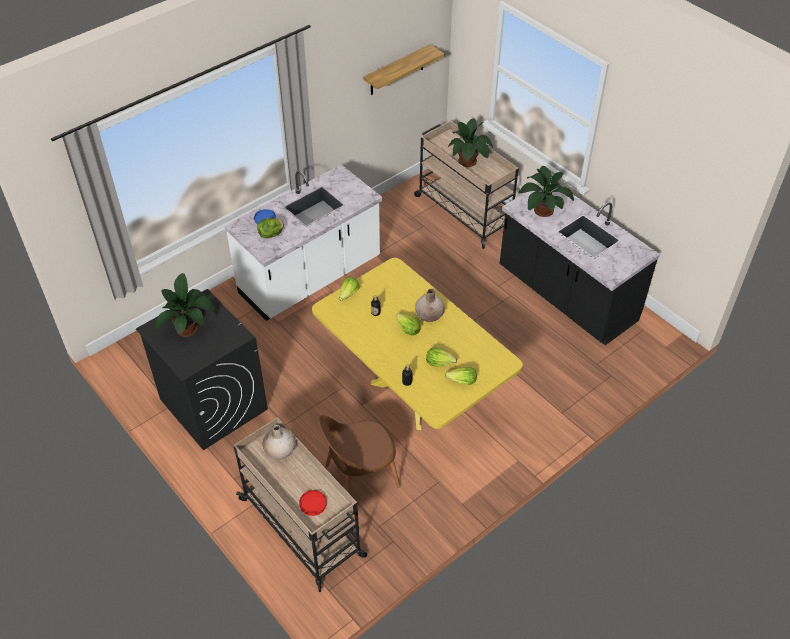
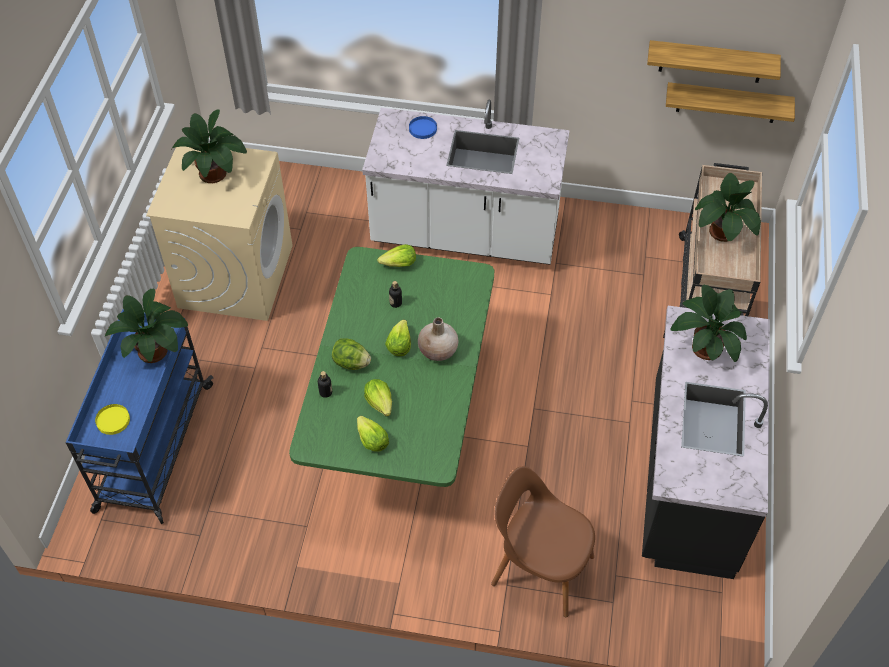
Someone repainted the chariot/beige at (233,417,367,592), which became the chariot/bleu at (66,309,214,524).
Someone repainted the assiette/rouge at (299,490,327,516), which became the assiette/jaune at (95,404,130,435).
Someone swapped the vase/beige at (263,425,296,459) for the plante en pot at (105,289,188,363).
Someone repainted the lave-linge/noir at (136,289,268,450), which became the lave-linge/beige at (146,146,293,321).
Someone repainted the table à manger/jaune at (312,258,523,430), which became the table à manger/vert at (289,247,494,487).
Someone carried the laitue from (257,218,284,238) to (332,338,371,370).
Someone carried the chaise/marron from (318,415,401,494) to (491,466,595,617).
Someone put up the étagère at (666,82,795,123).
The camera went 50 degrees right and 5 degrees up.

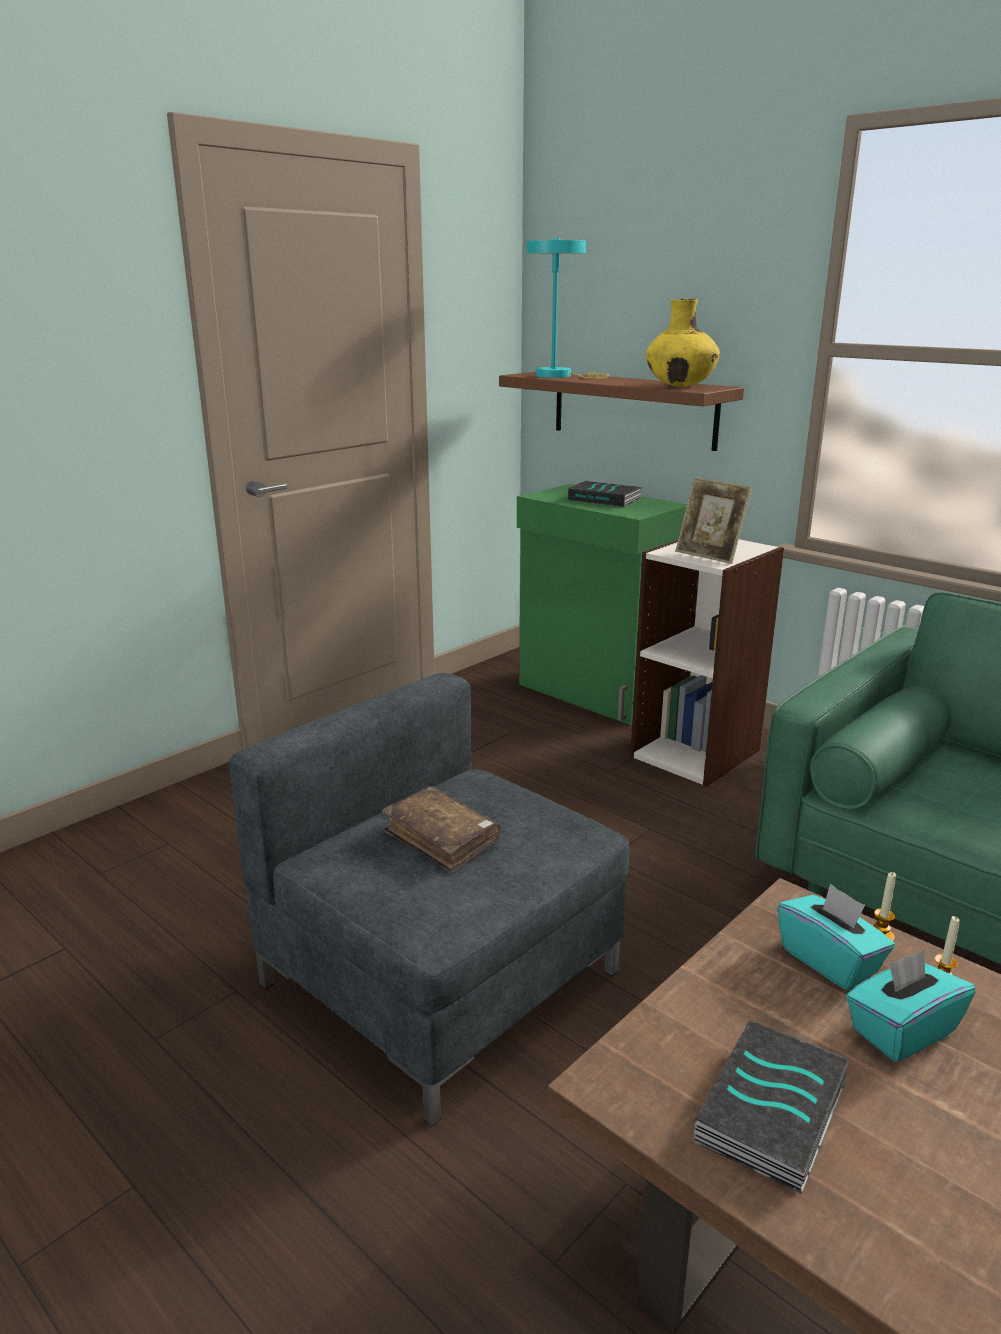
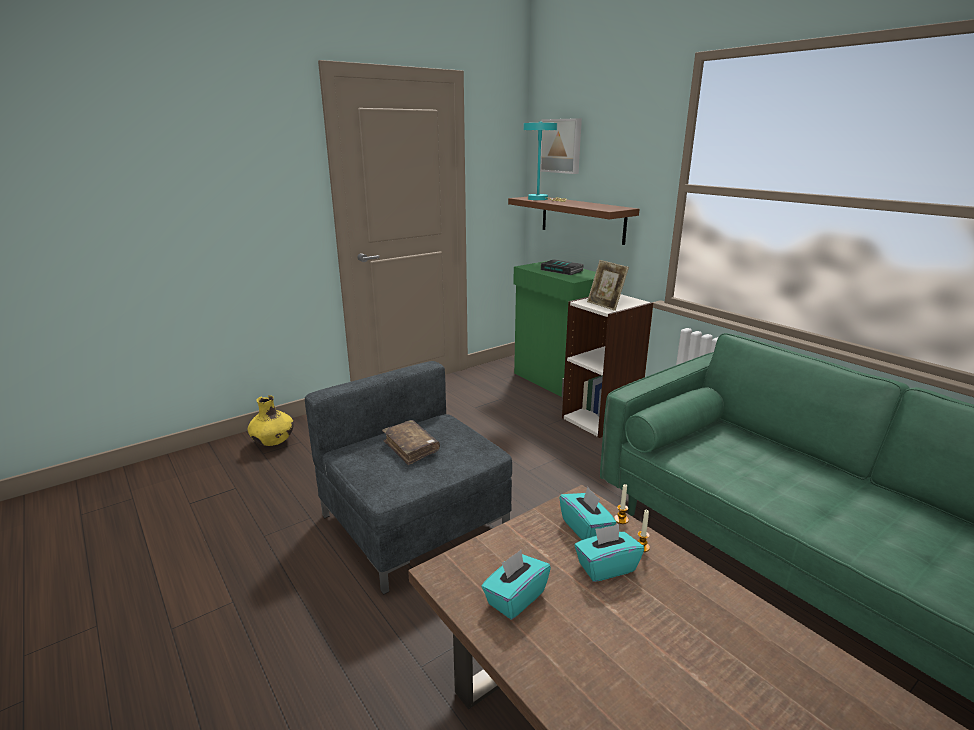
Someone carried the vase/jaune from (646,299,720,387) to (248,395,294,446).
Someone swapped the livre at (694,1021,850,1194) for the boîte à mouchoirs/turquoise at (481,550,551,619).
Someone put up the tableau at (540,118,582,174).
The camera went 10 degrees right and 0 degrees up.

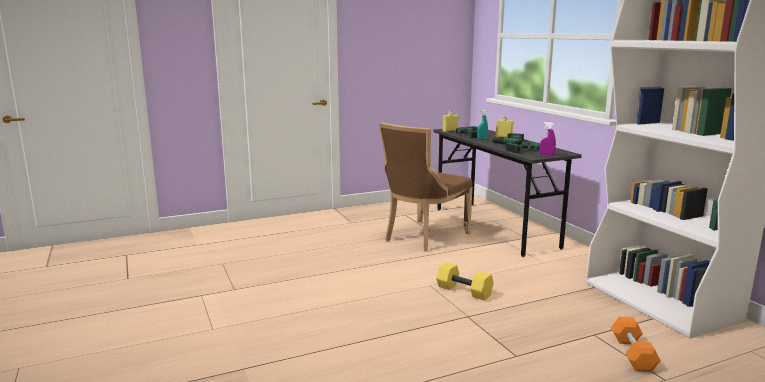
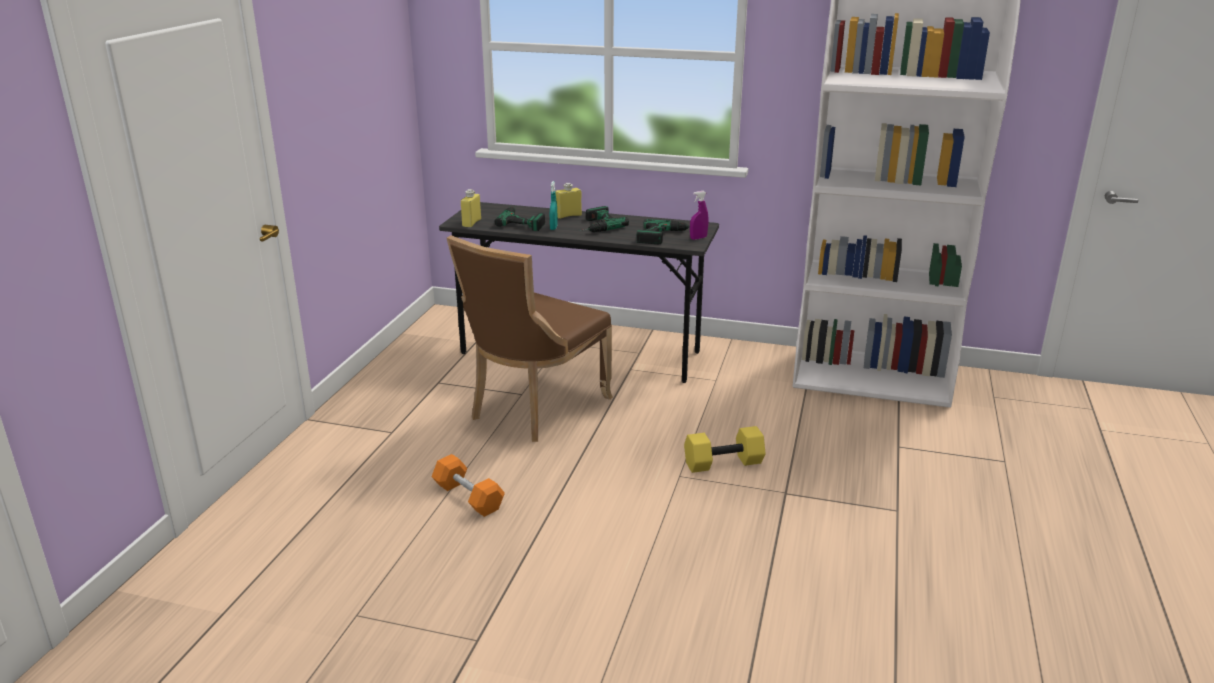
Someone carried the haltère/orange from (611,317,661,372) to (431,454,505,517).
Someone rotated the chaise/marron at (378,122,472,252) by 45 degrees clockwise.
The camera went 50 degrees left and 10 degrees up.

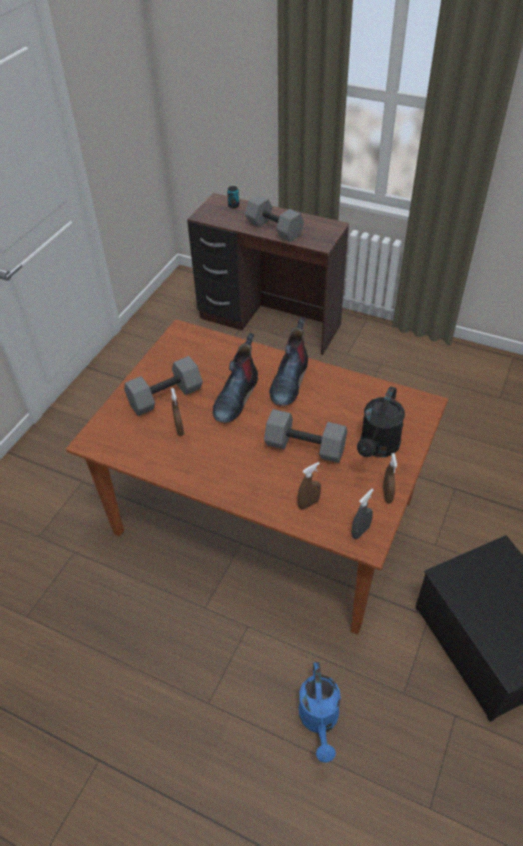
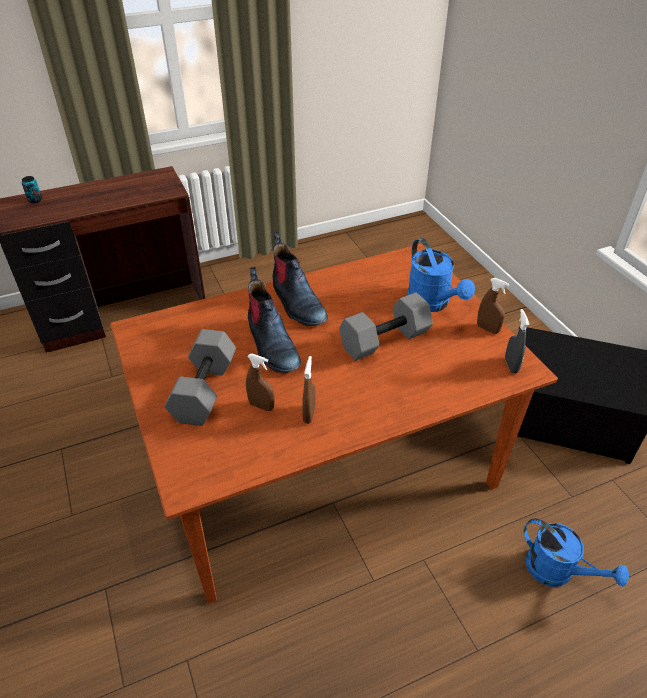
Someone carried the vaporisateur/marron from (297,462,321,510) to (302,356,315,424).
Someone repainted the arrosoir/noir at (357,386,405,457), which became the arrosoir/bleu at (407,238,475,312).
Someone took away the haltère/gris at (245,195,304,242).
The camera went 50 degrees left and 5 degrees down.

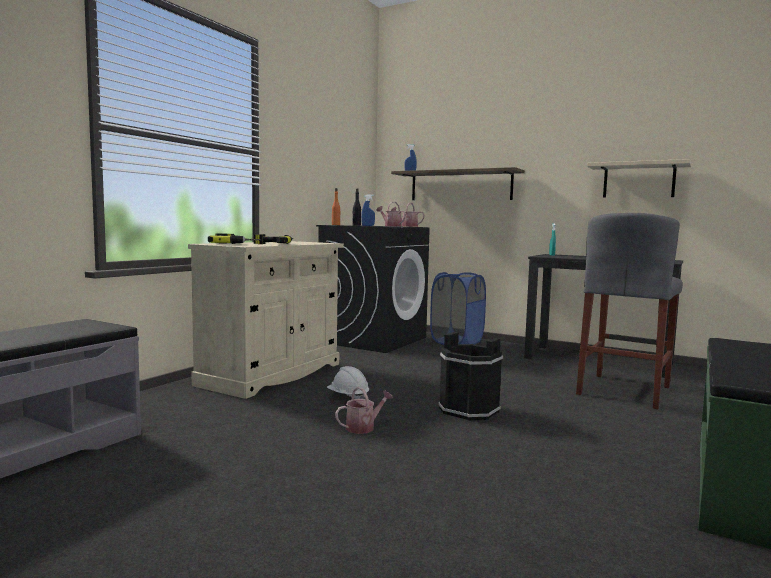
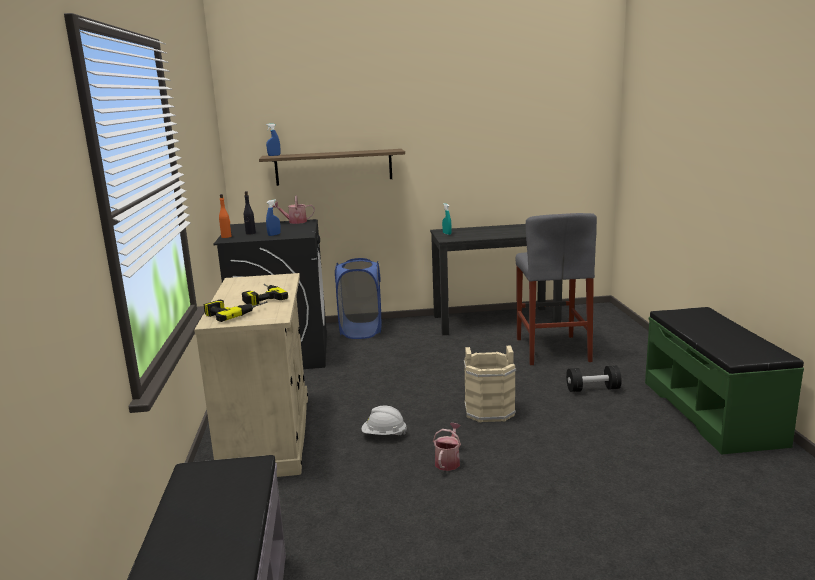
Someone repainted the seau/noir at (438,332,503,421), which became the seau/beige at (464,346,516,423).
Someone put down the haltère/noir at (566,366,622,392).
Someone took away the arrosoir at (376,202,406,227).
Someone took away the étagère/beige at (587,159,691,197).
The camera went 35 degrees left and 10 degrees up.

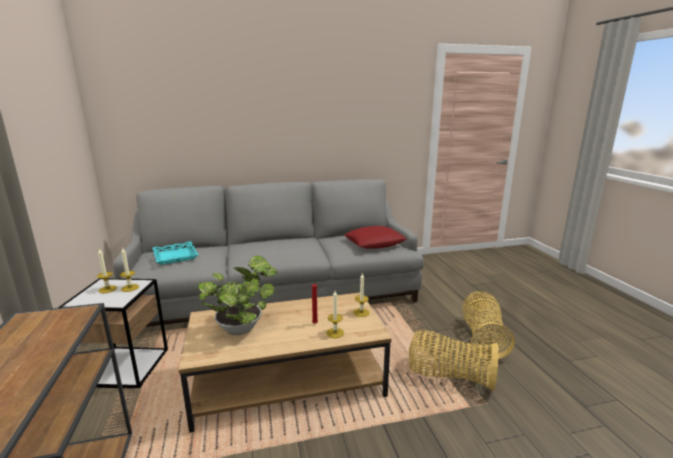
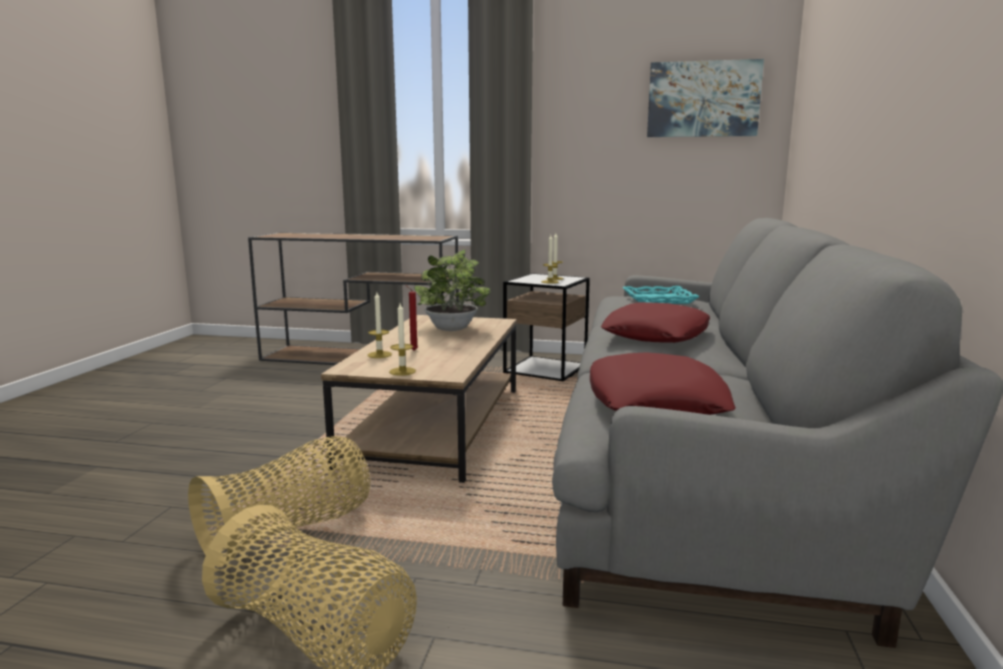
Someone put down the coussin/rouge at (601,302,710,343).
Someone put up the tableau at (647,59,764,137).
The camera went 115 degrees right and 5 degrees down.

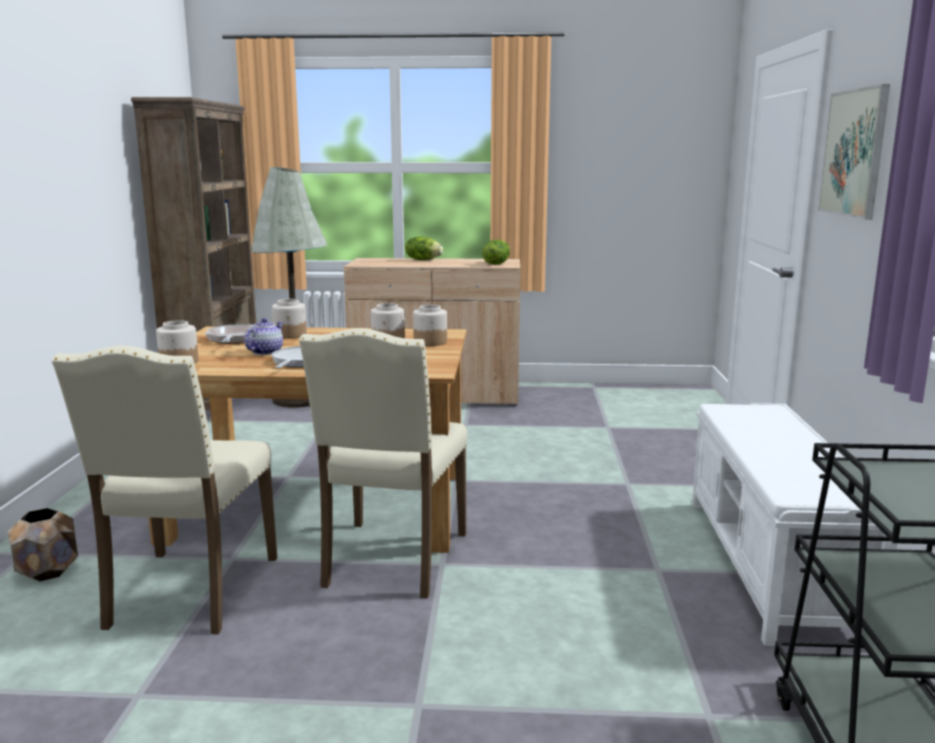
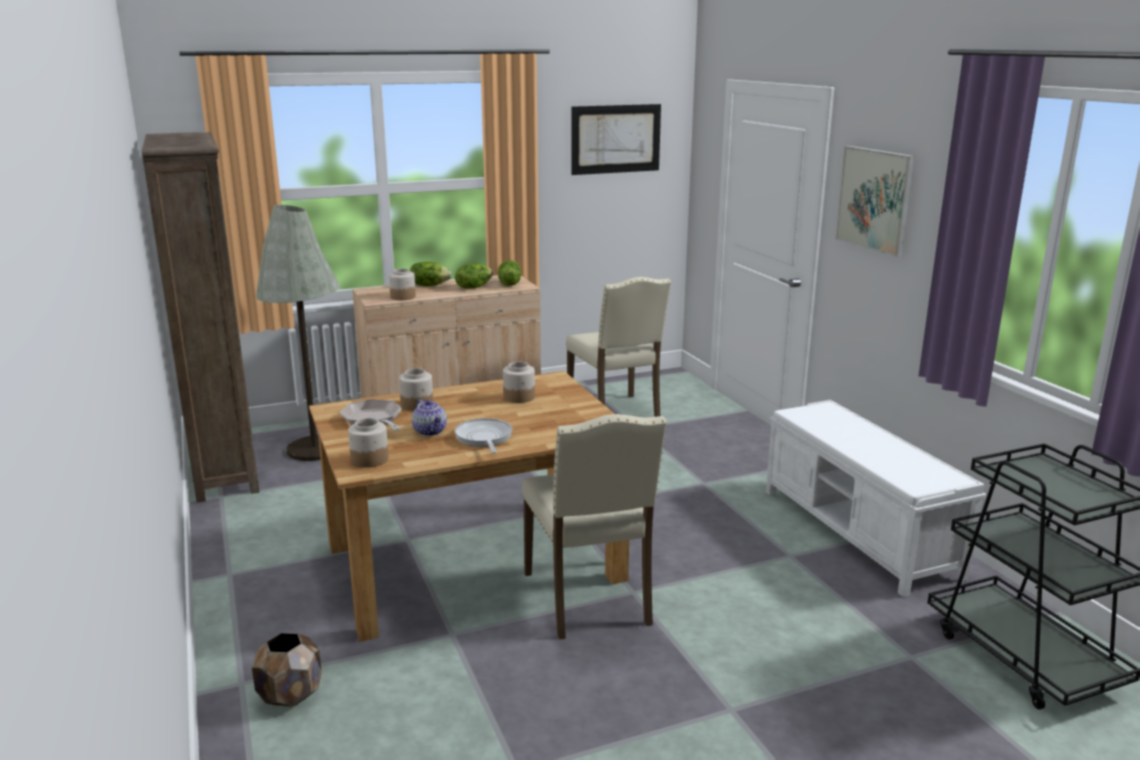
Someone carried the bocal from (413,304,447,346) to (389,269,416,300).
Someone rotated the théière at (244,318,283,355) by 150 degrees clockwise.
Someone put down the laitue at (455,263,493,289).
Someone carried the chaise/beige from (52,346,277,635) to (566,277,671,417).
Someone put up the tableau at (571,104,661,175).
The camera went 25 degrees left and 5 degrees up.

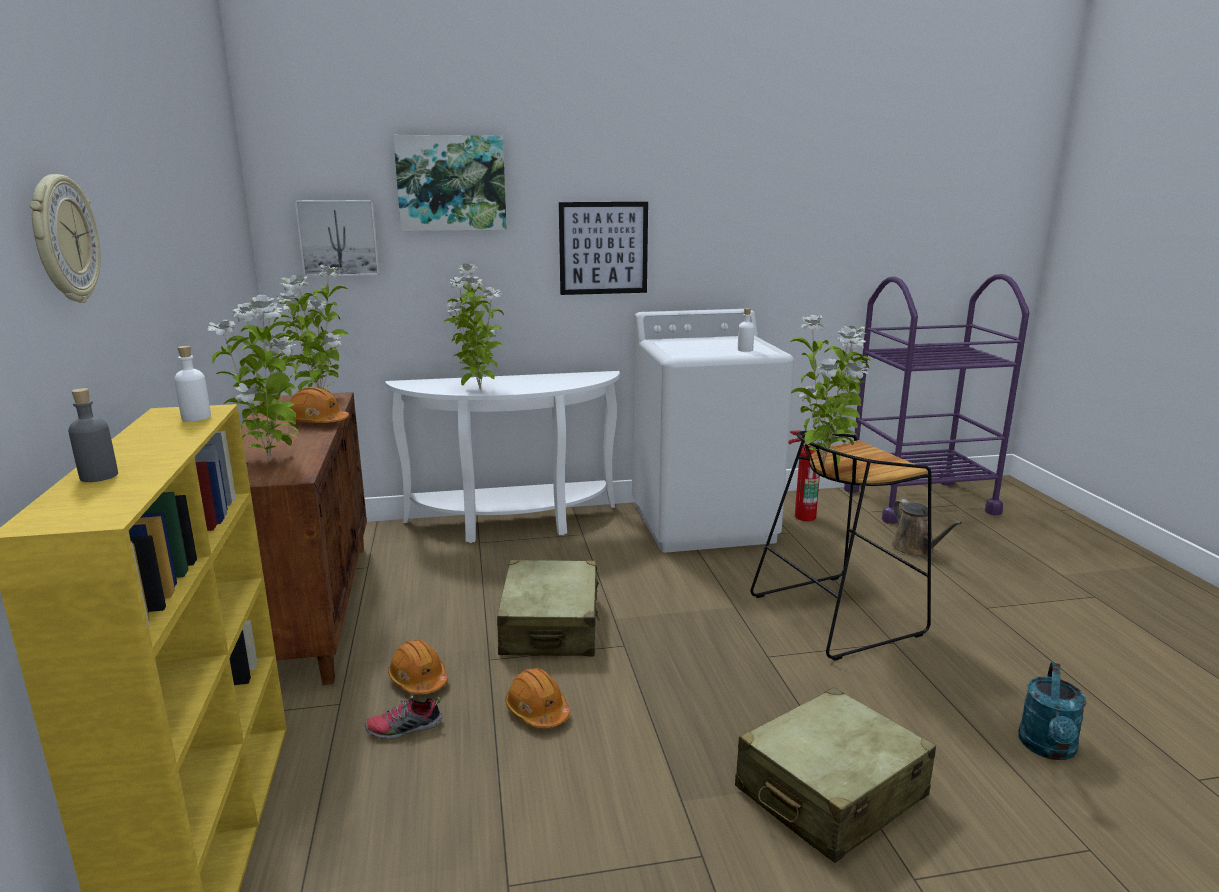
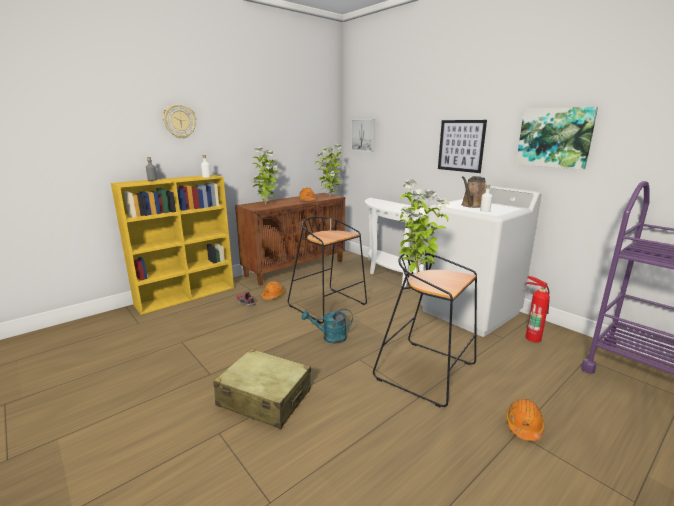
Someone swapped the valise/beige at (497,560,600,656) for the tabouret/noir at (288,217,367,324).
Someone carried the arrosoir/turquoise from (1018,662,1087,760) to (301,309,353,344).
Someone carried the arrosoir/marron from (891,499,962,557) to (461,176,486,208).
Someone carried the casque de chantier/orange from (505,668,570,728) to (506,399,545,441).
Someone carried the tableau from (393,135,507,231) to (516,107,598,170).
Someone took away the plante en pot at (444,264,504,390).
The camera went 60 degrees right and 0 degrees up.

